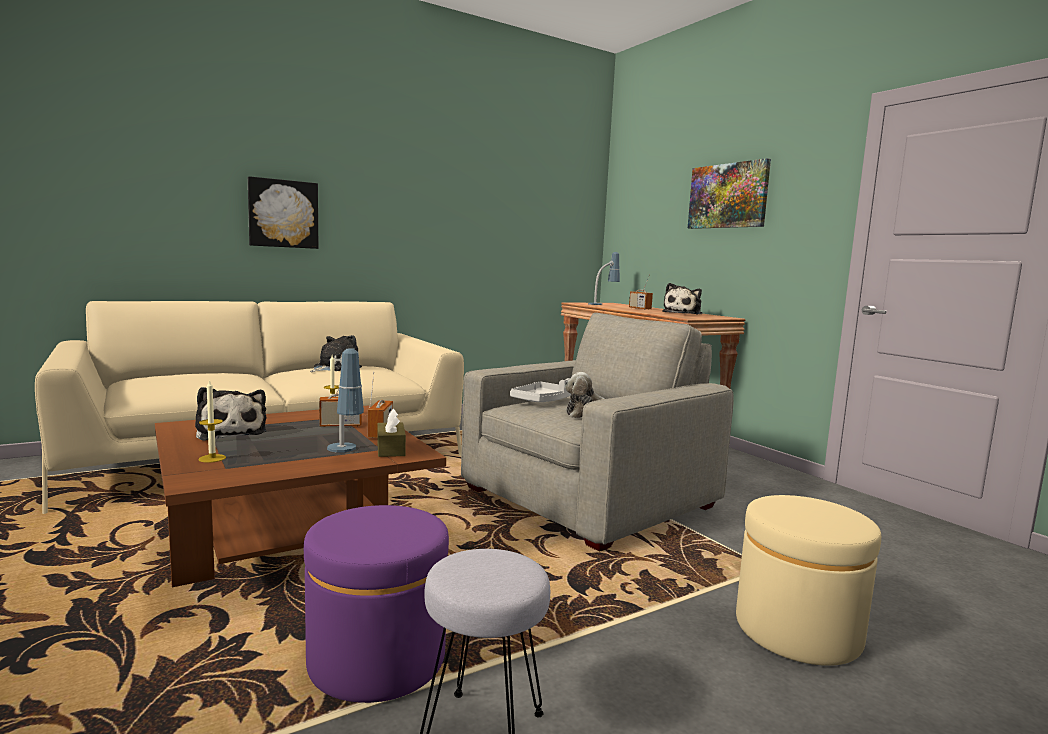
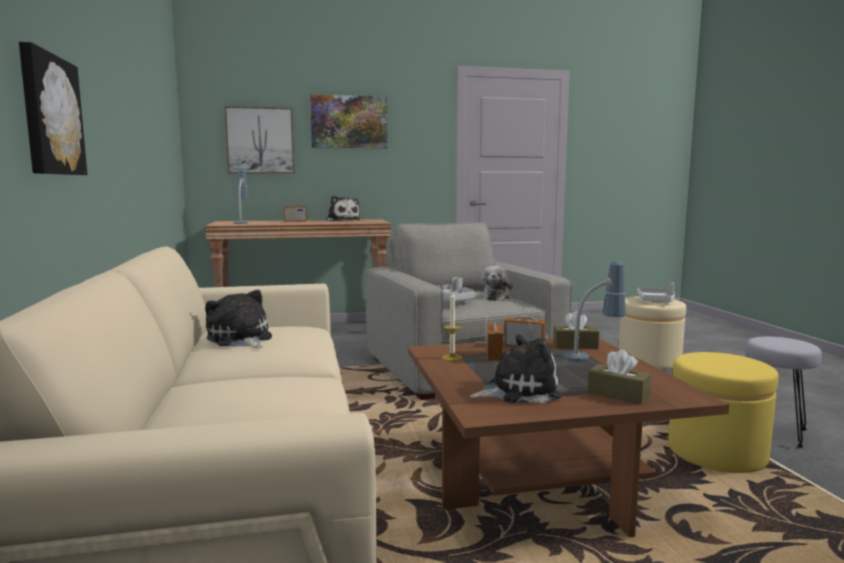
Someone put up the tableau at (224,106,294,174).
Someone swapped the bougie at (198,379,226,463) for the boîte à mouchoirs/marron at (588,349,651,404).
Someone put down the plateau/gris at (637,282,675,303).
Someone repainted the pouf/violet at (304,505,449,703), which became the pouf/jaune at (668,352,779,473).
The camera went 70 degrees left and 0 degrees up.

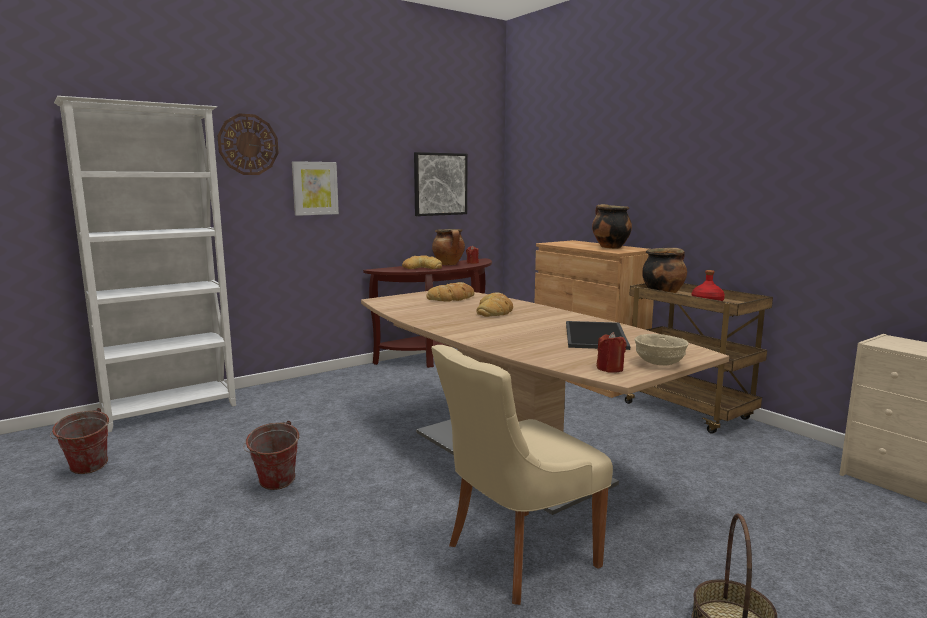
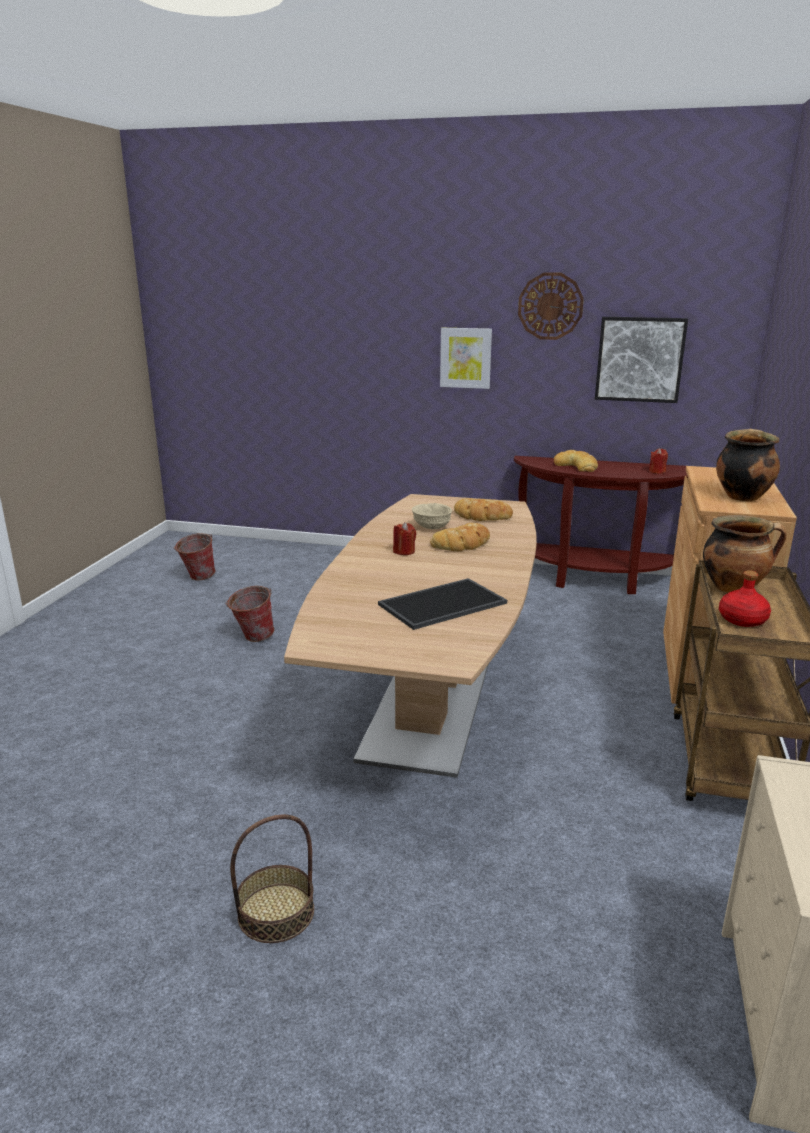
Someone carried the bougie/rouge from (597,332,627,373) to (393,522,416,555).
Someone carried the bol/beige from (635,334,688,365) to (412,503,452,529).
Someone carried the horloge murale from (217,114,279,175) to (518,273,584,340).
Someone took away the bibliothèque/blanc at (54,96,236,432).
Someone took away the chaise/beige at (431,345,613,605).
Someone took away the marmite at (432,229,465,265).
The camera went 50 degrees right and 10 degrees up.

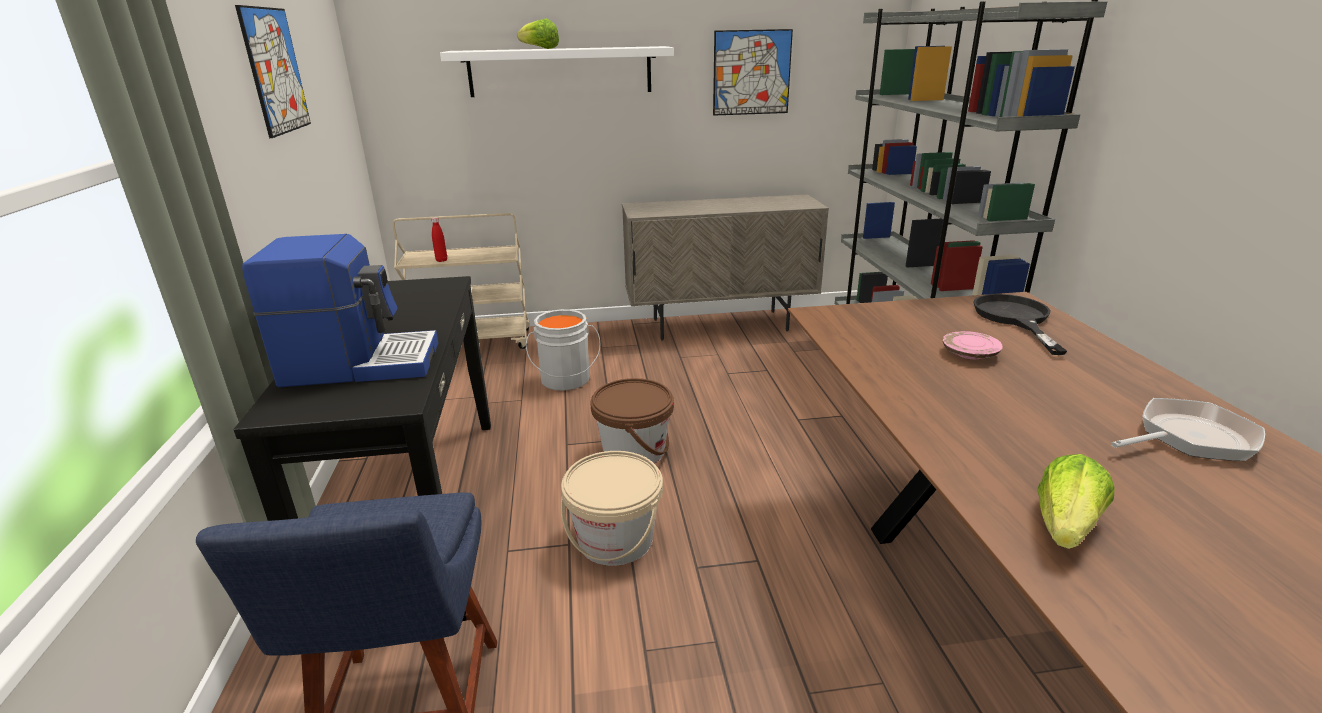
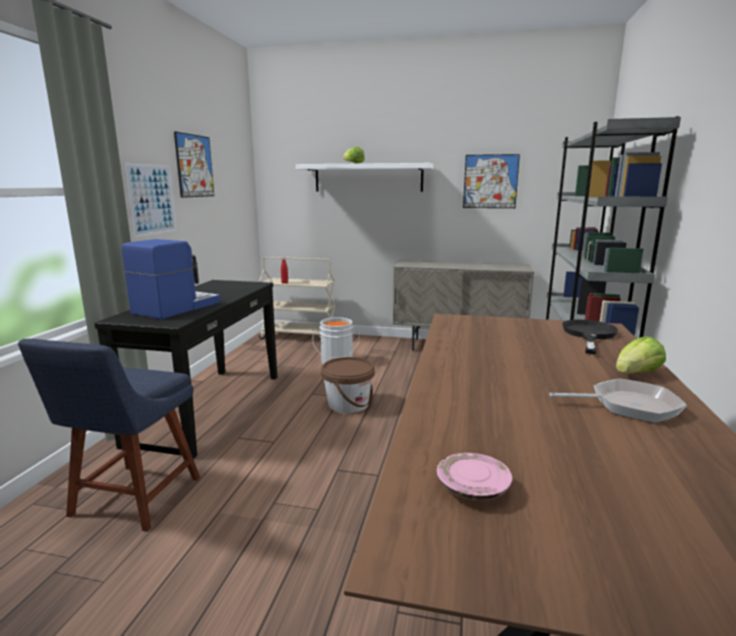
Someone rotated the machine à café at (242,234,438,387) by 75 degrees counterclockwise.
Someone put up the tableau at (124,163,177,237).
Someone carried the assiette/rose from (943,331,1003,359) to (437,453,513,500).
Someone carried the laitue from (1037,454,1115,549) to (616,336,666,374).
Someone took away the seau/beige at (561,451,663,566).
The camera went 20 degrees right and 10 degrees down.

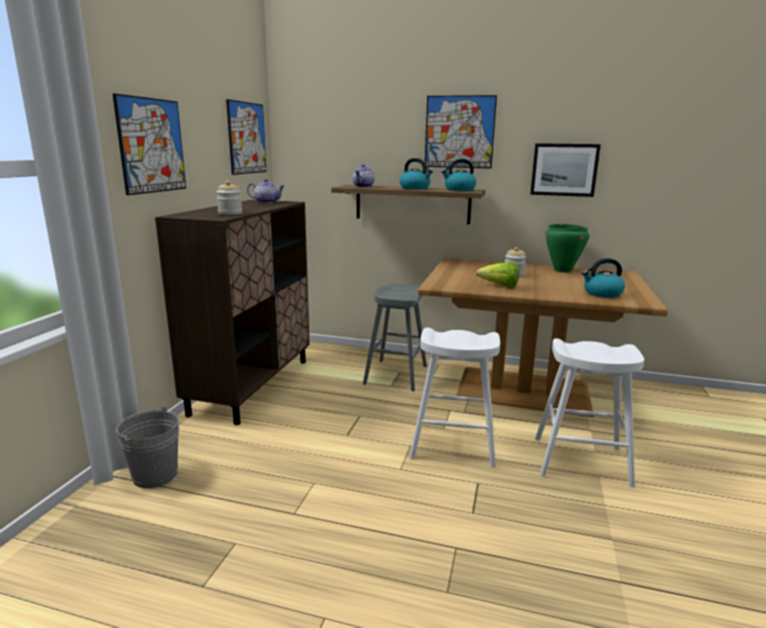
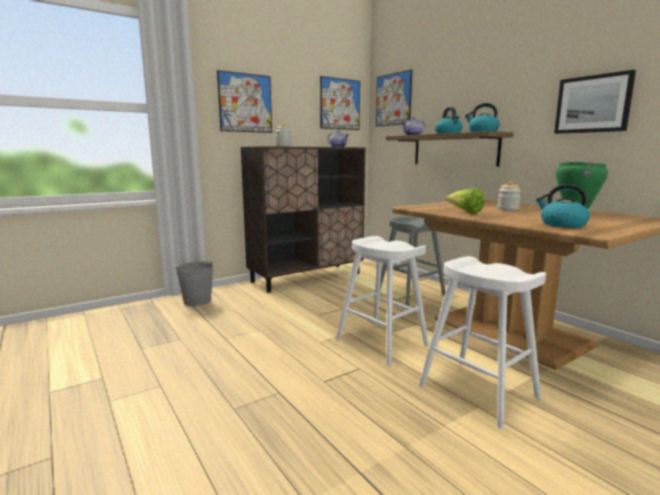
Someone carried the tableau from (425,95,497,168) to (376,69,412,127).
The camera went 40 degrees right and 5 degrees down.

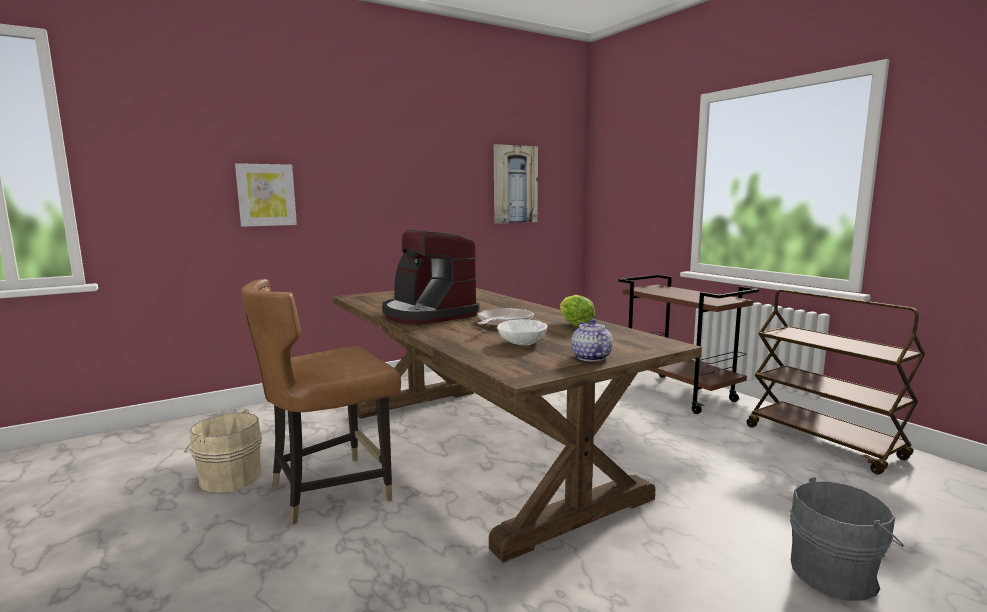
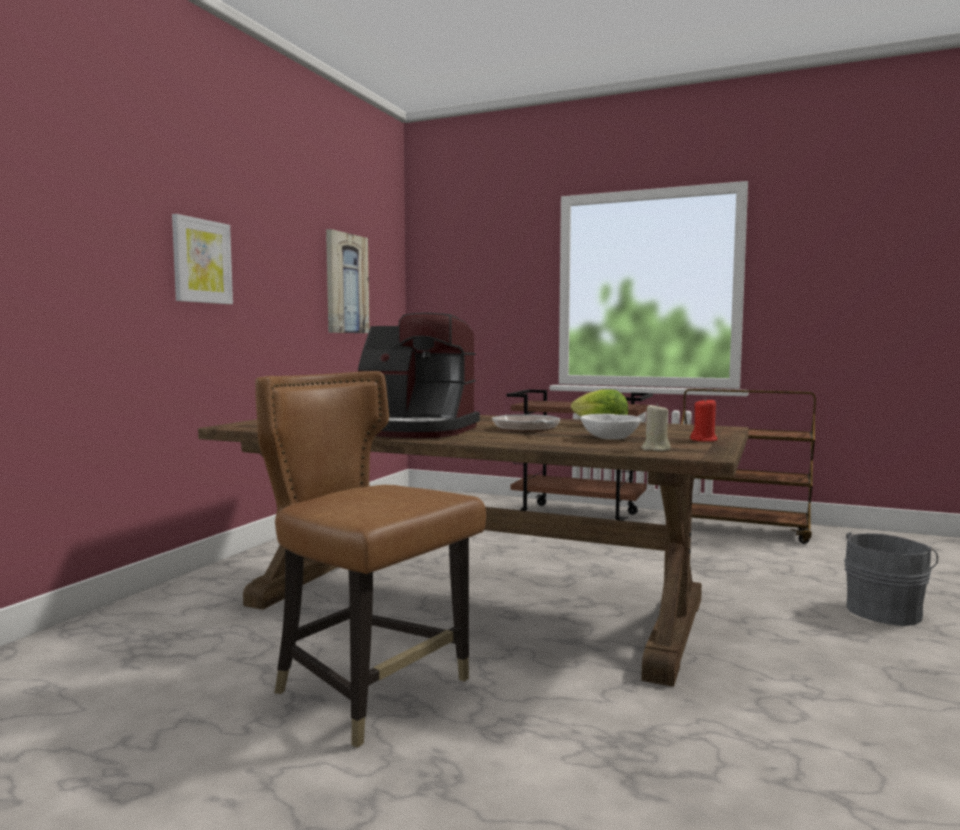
Someone carried the tableau from (235,163,297,227) to (172,214,233,304).
Someone rotated the chaise/marron at (241,279,401,525) by 105 degrees clockwise.
Someone put down the bougie/beige at (641,403,671,451).
Someone swapped the théière at (571,319,613,362) for the bougie/rouge at (690,398,718,442).
Someone took away the seau/beige at (184,409,262,493).
The camera went 35 degrees left and 5 degrees down.

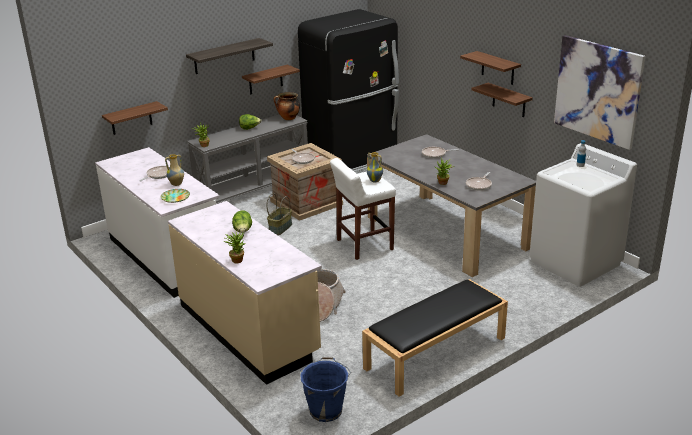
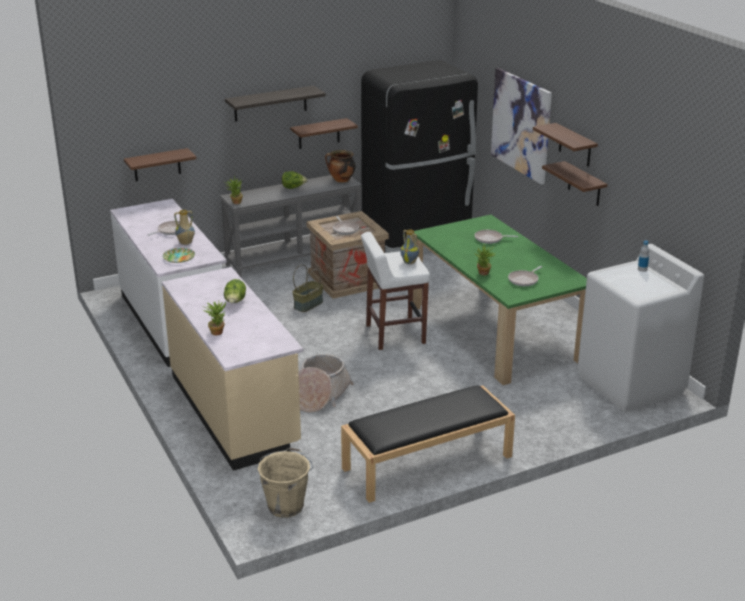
Someone repainted the seau/bleu at (300,357,351,422), which became the seau/beige at (258,447,313,518).
Someone repainted the table à manger/gris at (367,134,536,277), which became the table à manger/vert at (413,215,587,385).
Someone carried the tableau from (554,35,645,150) to (491,68,552,185).
The camera went 10 degrees right and 0 degrees up.

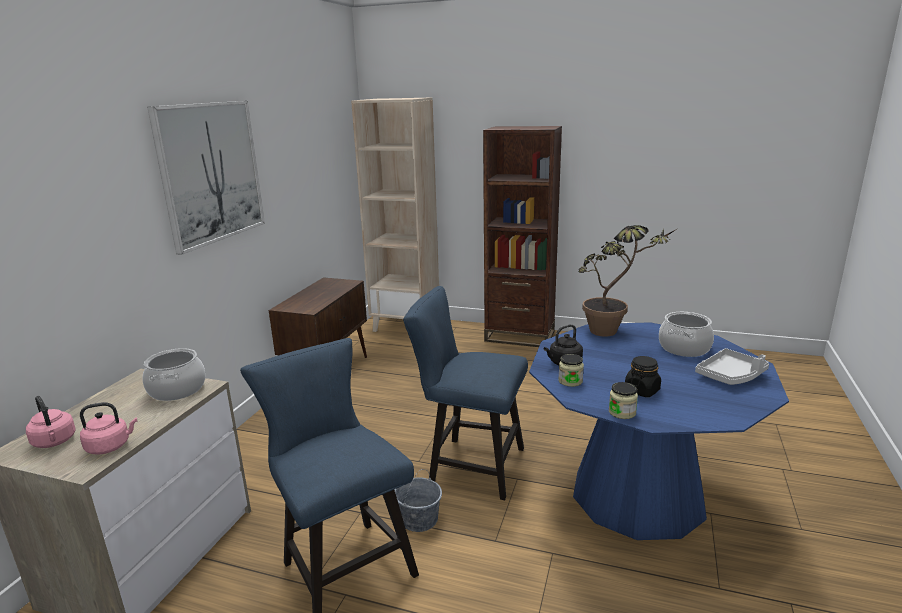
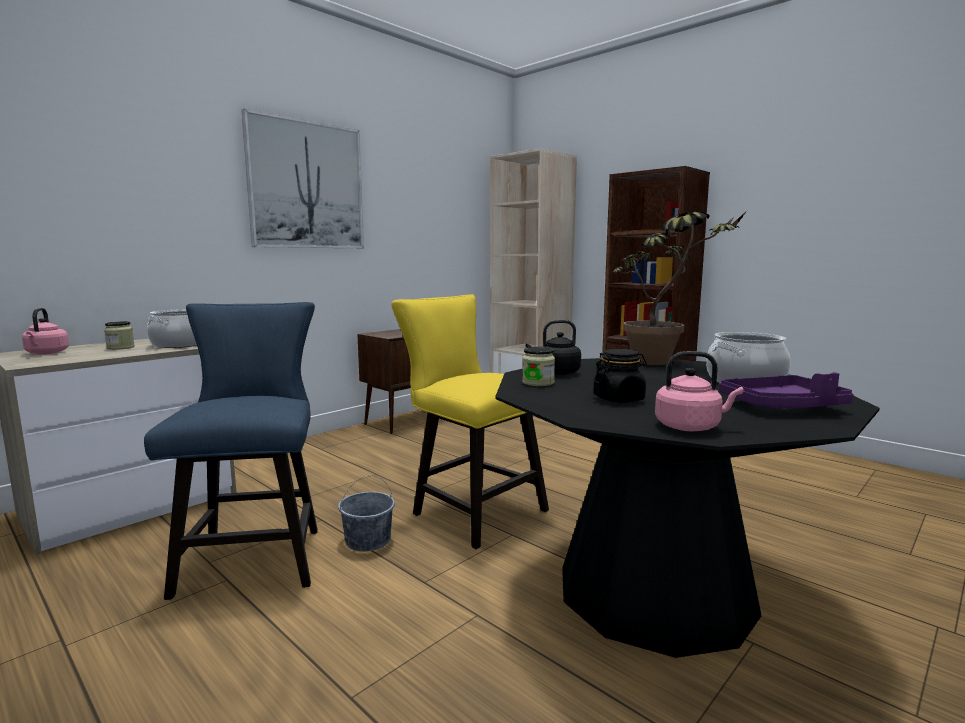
Someone carried the bocal from (609,382,638,419) to (104,321,135,350).
Someone repainted the chaise/bleu at (403,286,528,500), which became the chaise/jaune at (392,294,549,549).
Someone repainted the table à manger/bleu at (529,322,789,540), which became the table à manger/noir at (495,358,880,658).
Someone carried the bouilloire/rose from (80,402,137,455) to (655,351,744,431).
Someone repainted the plateau/gris at (695,348,769,385), which became the plateau/violet at (719,372,854,408).
The camera went 25 degrees right and 10 degrees down.

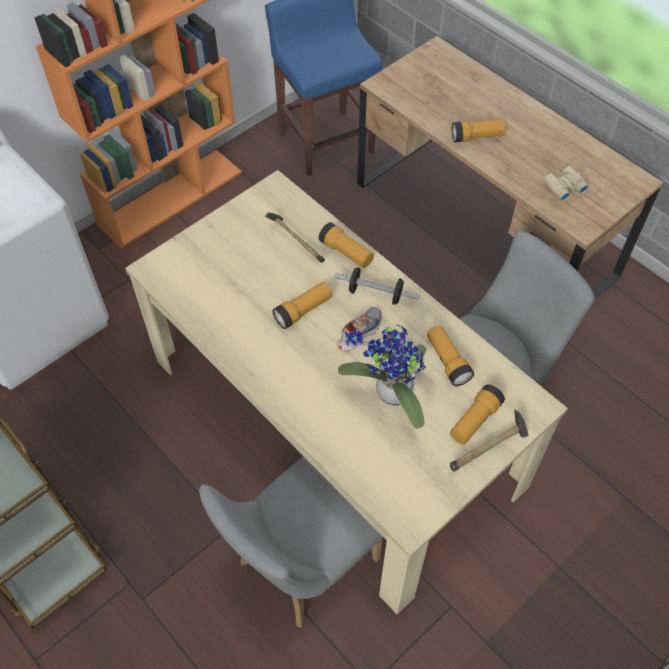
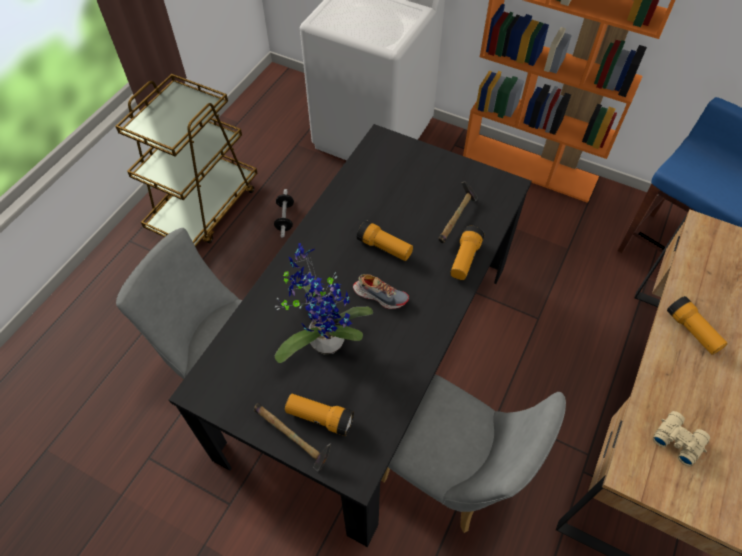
Someone repainted the table à manger/beige at (125,170,568,614), which became the table à manger/noir at (169,124,532,547).
Someone carried the haltère from (334,267,419,305) to (274,189,294,238).
Someone took away the lampe de poche at (427,325,474,386).
The camera went 70 degrees right and 0 degrees up.

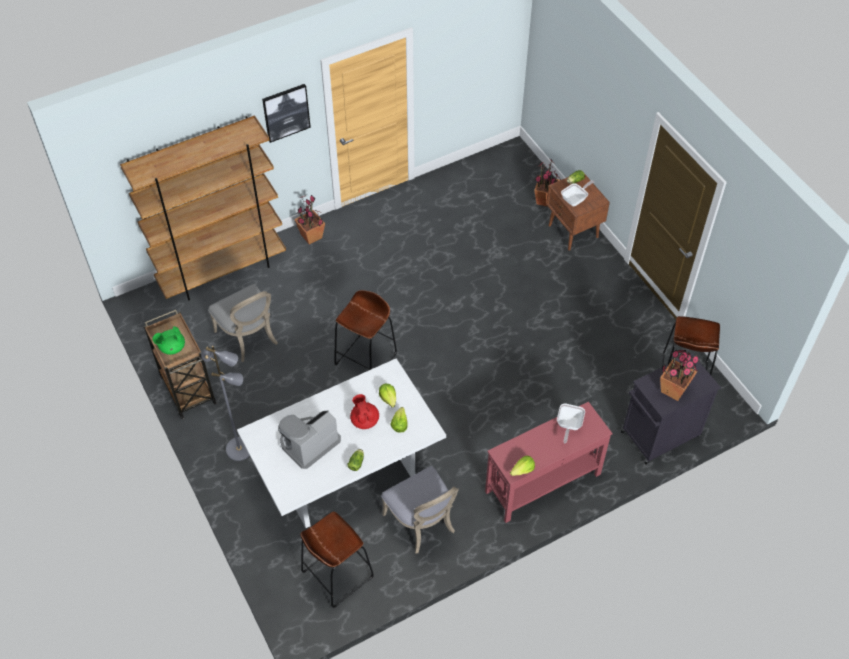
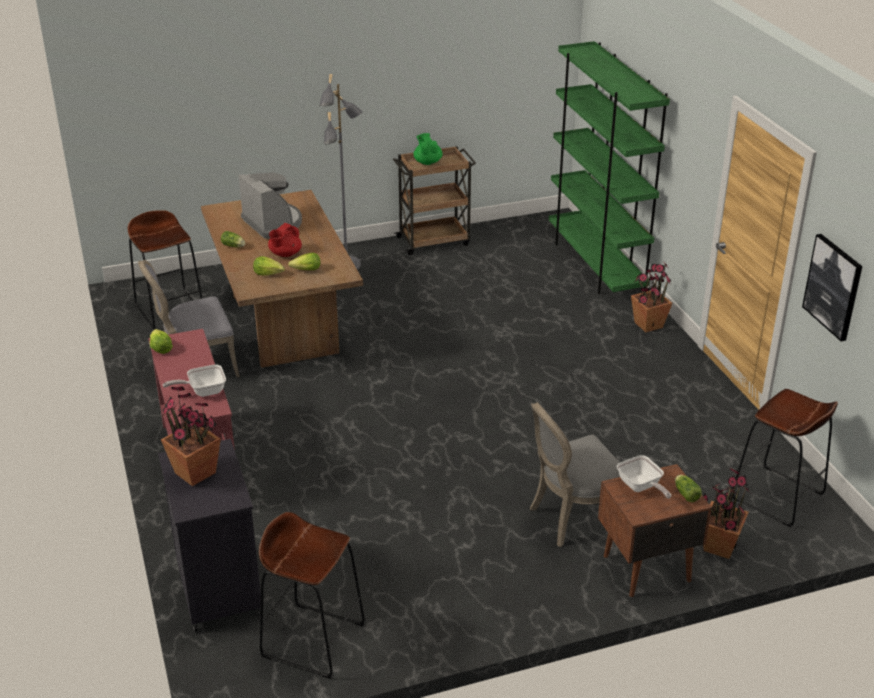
Someone rotated the poêle at (557,404,585,444) by 45 degrees counterclockwise.
Someone repainted the table à manger/blanc at (237,358,446,528), which became the table à manger/marron at (201,190,363,368).
Someone rotated the théière/rouge at (350,394,379,429) by 135 degrees clockwise.
Someone carried the chaise/gris from (208,284,278,362) to (530,402,620,547).
Someone repainted the bibliothèque/marron at (120,115,286,300), which became the bibliothèque/vert at (549,41,670,294).
Someone carried the tabouret/marron from (334,290,397,370) to (731,389,838,527).
Someone carried the tableau from (262,84,311,143) to (802,234,862,341).
The camera went 100 degrees right and 20 degrees down.

